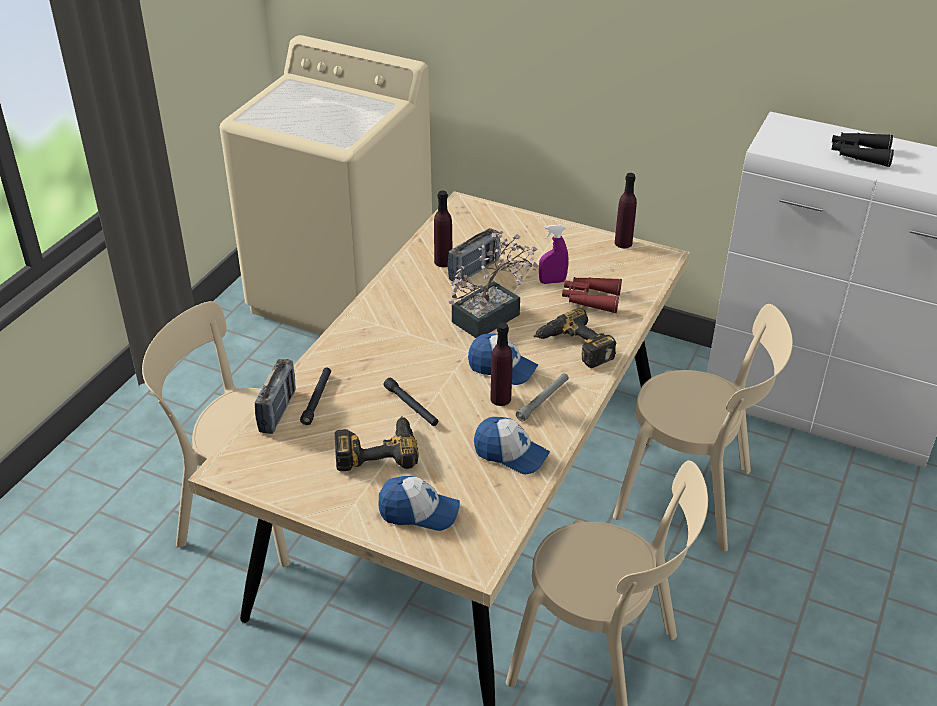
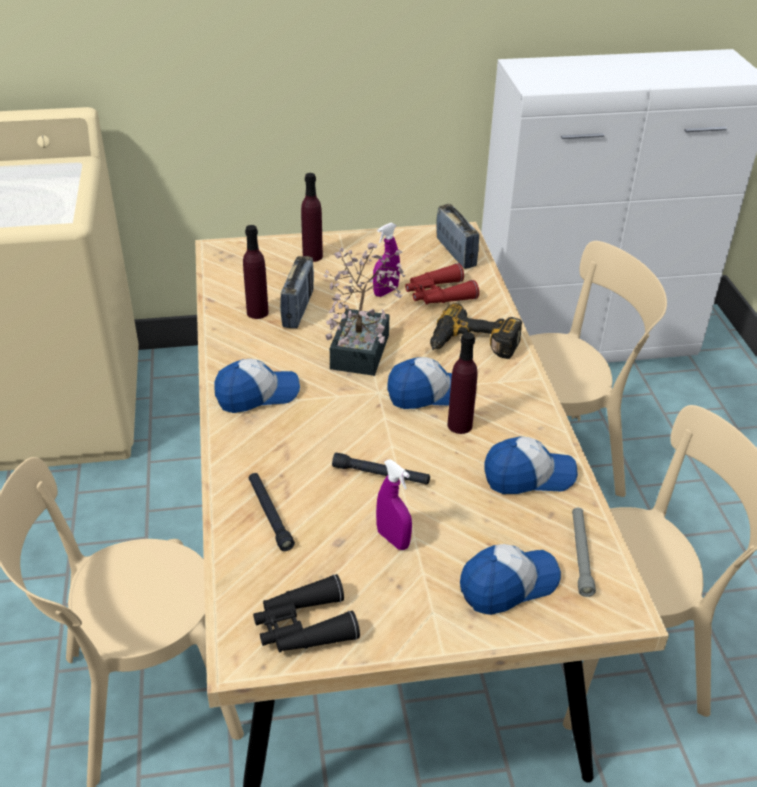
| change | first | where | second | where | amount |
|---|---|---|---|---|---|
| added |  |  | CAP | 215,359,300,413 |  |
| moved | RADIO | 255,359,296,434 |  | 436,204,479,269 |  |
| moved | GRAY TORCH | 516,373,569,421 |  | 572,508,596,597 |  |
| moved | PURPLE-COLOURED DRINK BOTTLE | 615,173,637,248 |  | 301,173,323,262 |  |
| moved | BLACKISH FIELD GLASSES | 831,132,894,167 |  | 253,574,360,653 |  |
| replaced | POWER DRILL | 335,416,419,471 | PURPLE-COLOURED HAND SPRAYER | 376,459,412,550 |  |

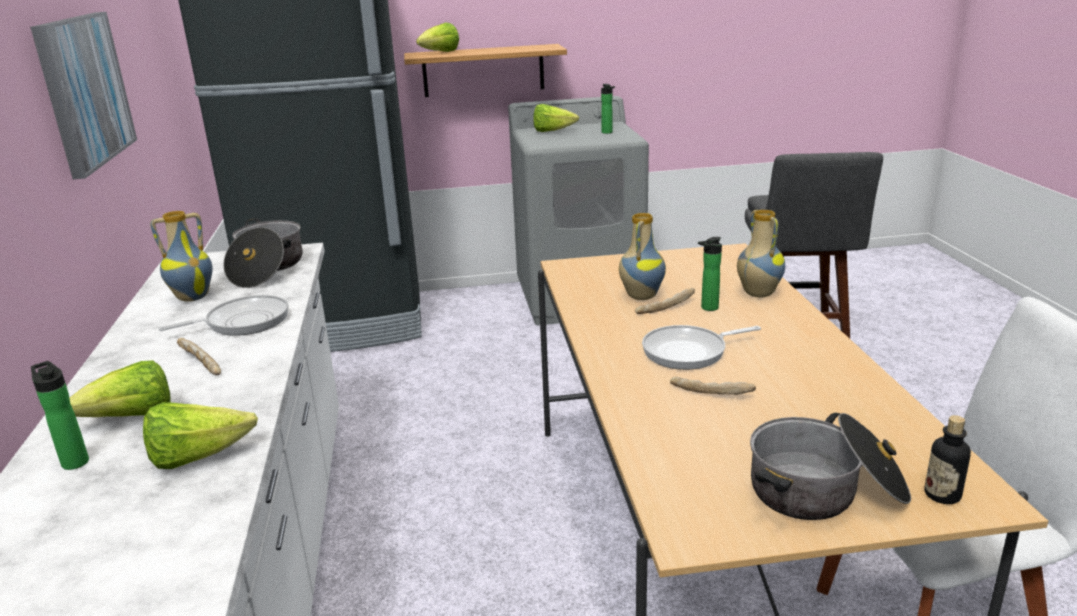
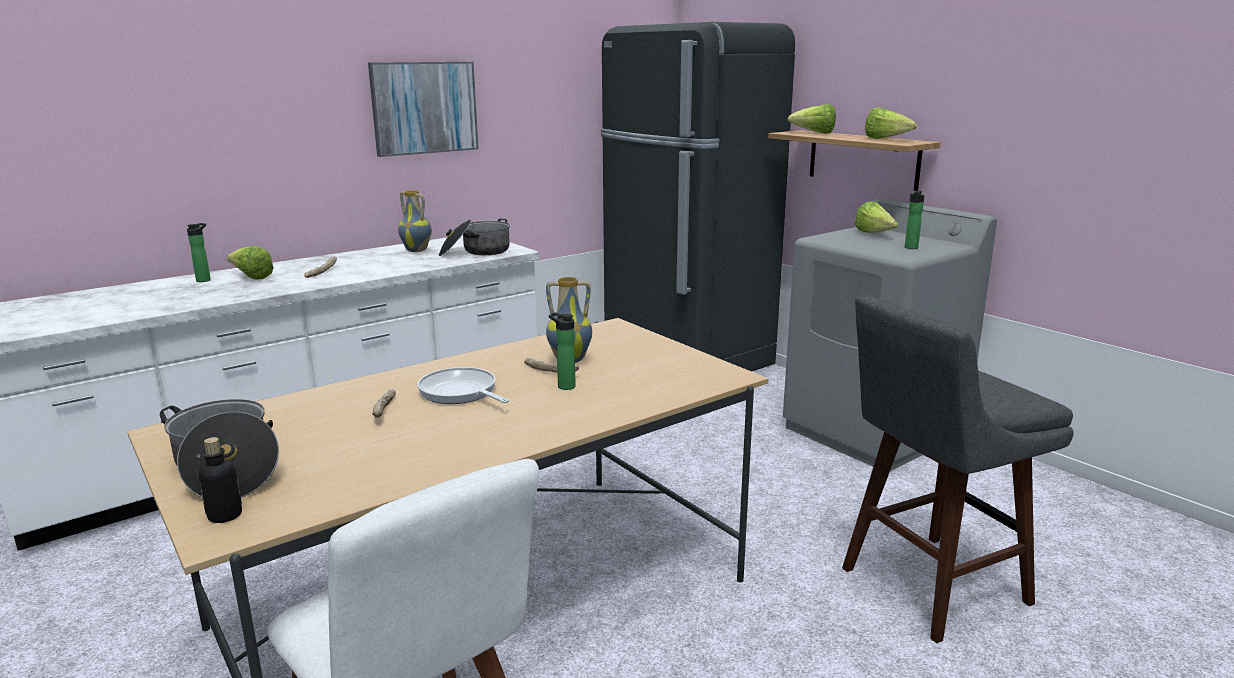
| change | first | where | second | where | amount |
|---|---|---|---|---|---|
| removed | FRYING PAN | 159,295,289,336 |  |  |  |
| removed | DECORATIVE VASE | 737,210,785,297 |  |  |  |
| moved | LETTUCE HEAD | 143,402,258,469 |  | 865,107,917,139 |  |

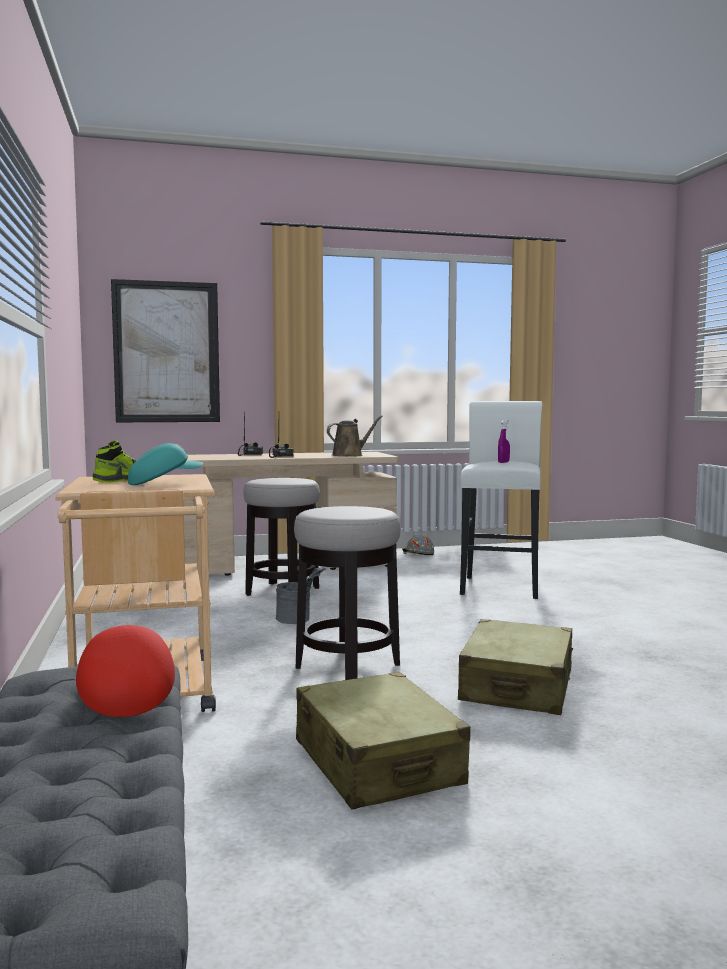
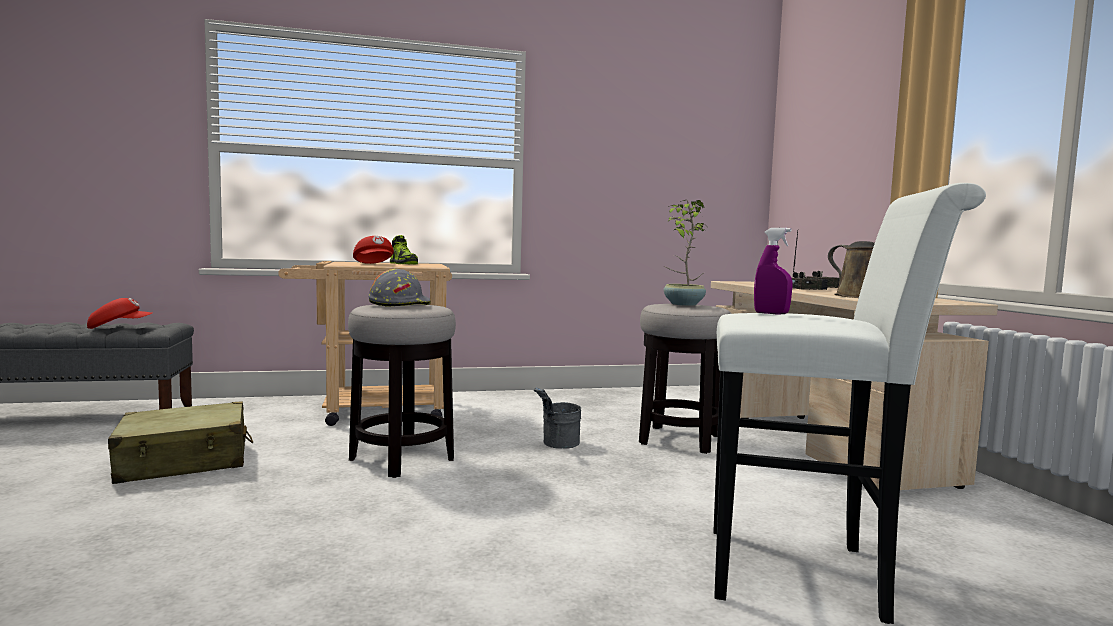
| change | first | where | second | where | amount |
|---|---|---|---|---|---|
| removed | WALL PICTURE | 111,279,220,422 |  |  |  |
| removed | BEIGE-COLOURED TRAVEL CASE | 458,619,573,715 |  |  |  |
| added |  |  | HOUSEPLANT | 664,200,706,306 |  |
| moved | GRAY WORK HELMET | 402,534,434,555 |  | 368,269,431,307 |  |
| recoloured | BLUE-GREEN CAP | 128,443,203,485 | REDDISH CAP | 353,236,394,264 |  |

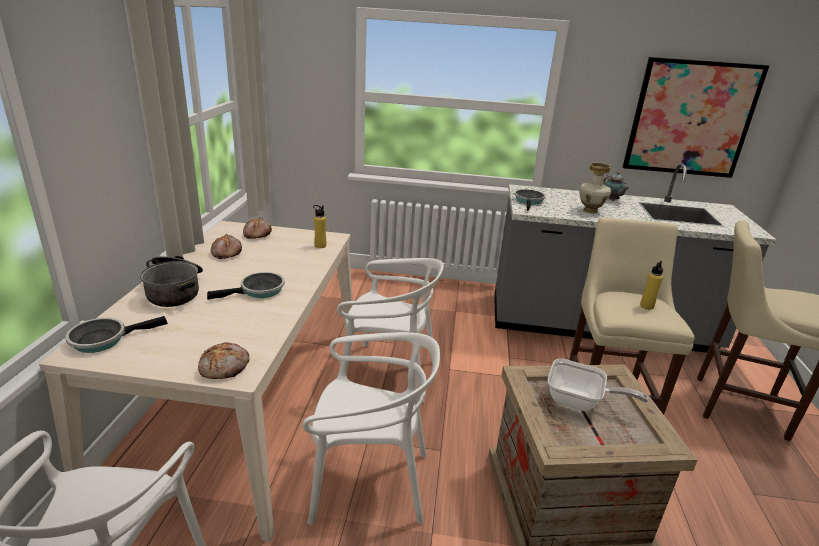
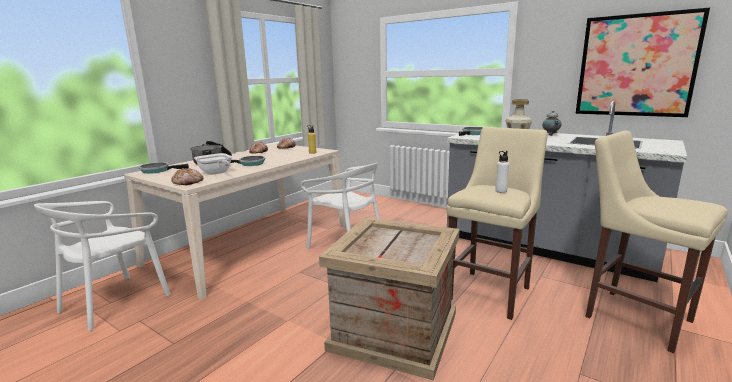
| change | first | where | second | where | amount |
|---|---|---|---|---|---|
| removed | WHITISH PLAIN CHAIR | 303,332,440,525 |  |  |  |
| moved | FRYING PAN | 548,359,649,411 |  | 194,153,232,175 |  |
| recoloured | YELLOW-COLOURED DRINK BOTTLE | 640,261,663,309 | WHITISH DRINK BOTTLE | 495,151,509,193 |  |

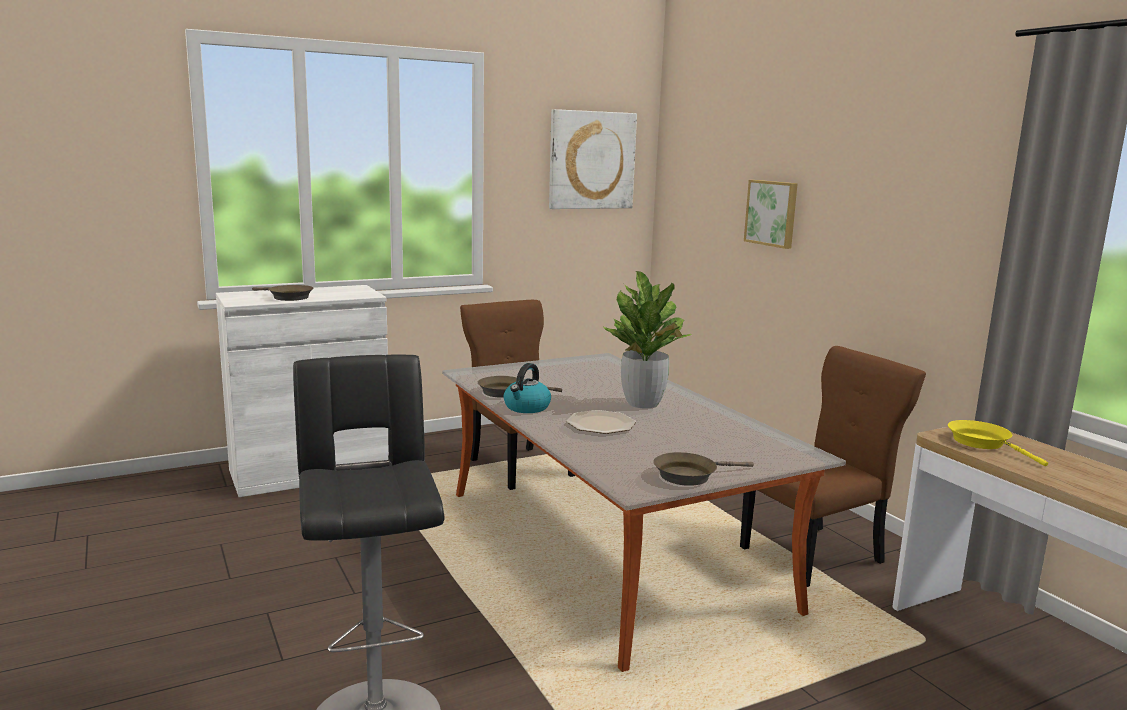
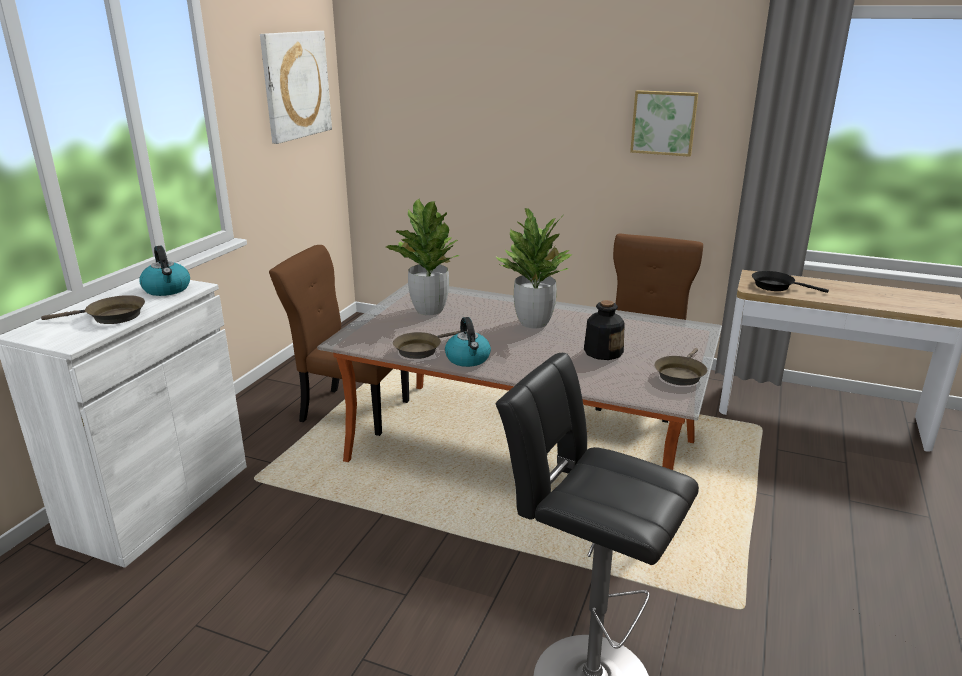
| change | first | where | second | where | amount |
|---|---|---|---|---|---|
| removed | PLATE | 566,410,636,434 |  |  |  |
| added |  |  | KETTLE | 139,246,190,296 |  |
| added |  |  | HOUSEPLANT | 386,199,459,315 |  |
| added |  |  | DRINK BOTTLE | 584,300,625,360 |  |
| moved | WALL PICTURE | 744,180,798,249 |  | 630,90,698,157 |  |
| recoloured | YELLOW-COLOURED FRYING PAN | 948,420,1048,466 | BLACKISH FRYING PAN | 752,271,829,293 |  |

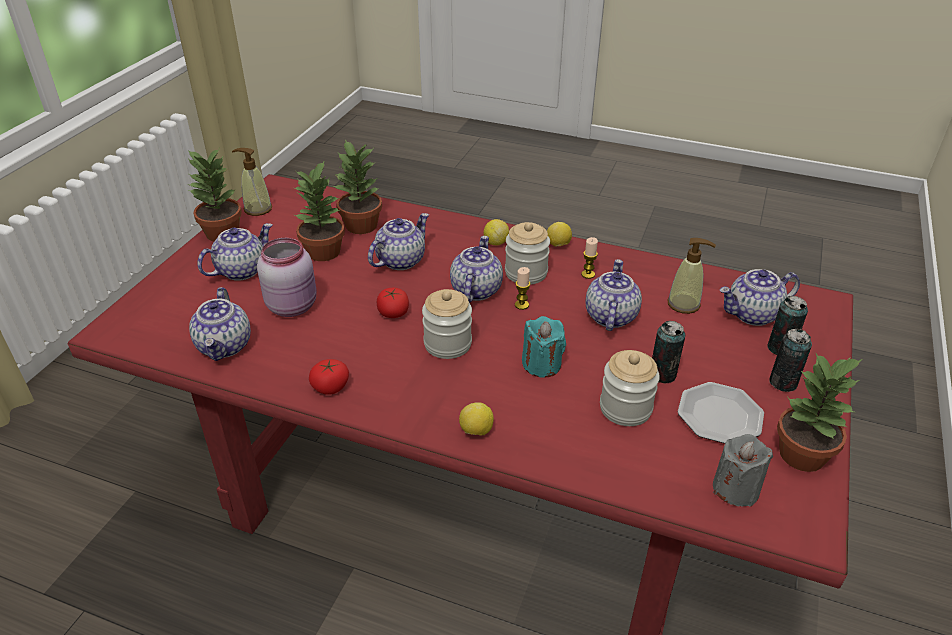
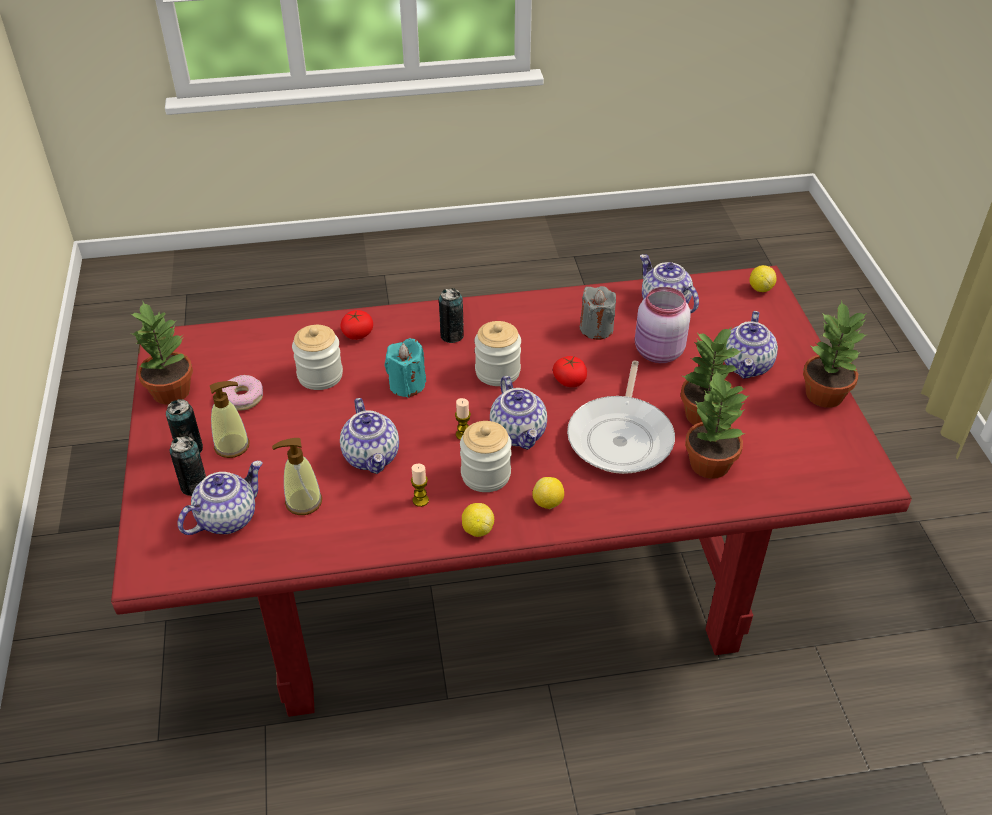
| change | first | where | second | where | amount |
|---|---|---|---|---|---|
| moved | SOAP BOTTLE | 232,148,272,216 |  | 210,381,249,458 |  |
| moved | WHOLE TOMATO | 309,359,349,395 |  | 340,310,373,340 |  |
| moved | LEMON | 459,402,494,435 |  | 749,265,776,292 |  |
| moved | METAL CAN | 652,321,685,383 |  | 439,288,464,343 |  |
| moved | GRAY CANDLE | 713,434,773,507 |  | 580,286,616,340 |  |
| replaced | POT FOR TEA | 368,213,429,270 | FRYING PAN | 567,360,675,474 |  |
| replaced | PLATE | 678,382,764,444 | DOUGHNUT | 222,375,263,411 |  |

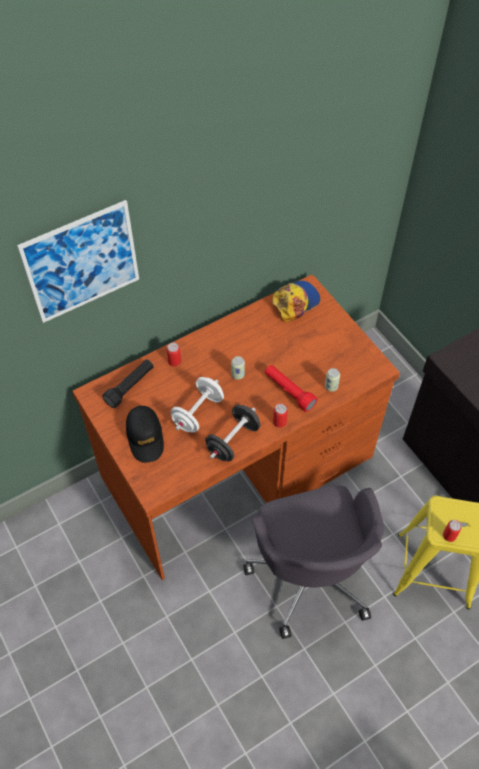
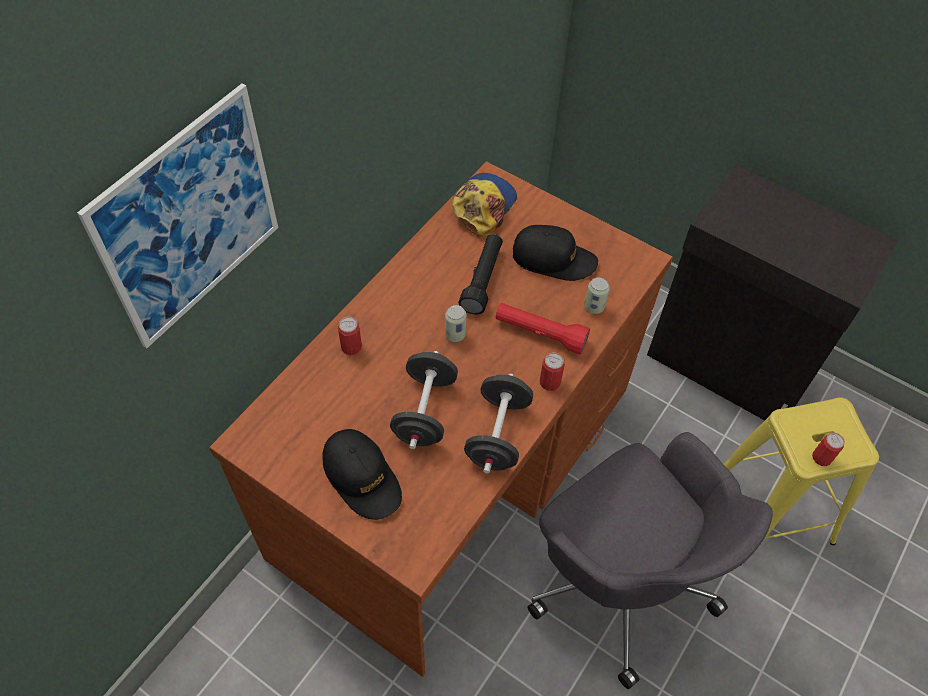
| change | first | where | second | where | amount |
|---|---|---|---|---|---|
| added |  |  | BLACKISH CAP | 513,225,598,281 |  |
| moved | BLACKISH TORCH | 102,359,154,408 |  | 458,234,503,314 |  |
| recoloured | WHITISH FREE WEIGHT | 170,377,224,433 | BLACKISH FREE WEIGHT | 390,351,458,449 |  |

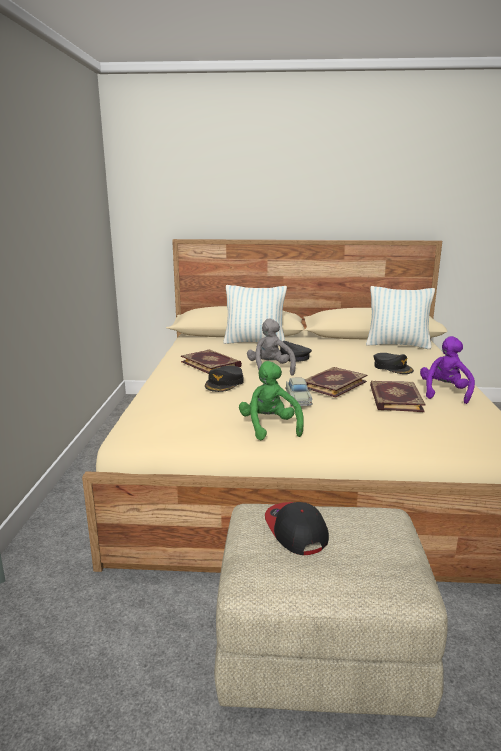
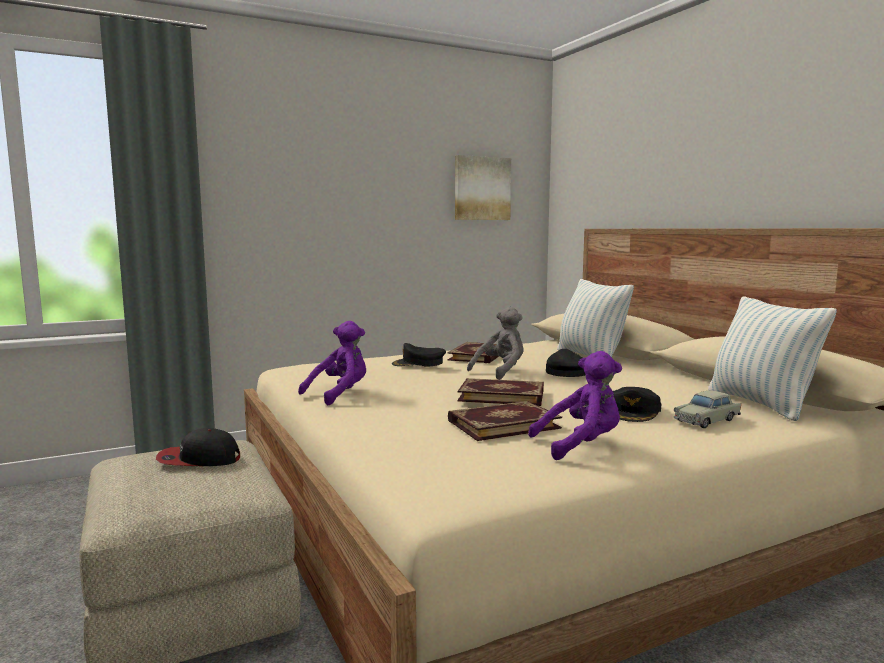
| change | first | where | second | where | amount |
|---|---|---|---|---|---|
| added |  |  | WALL PICTURE | 455,155,511,220 |  |
| moved | BEIGE-COLOURED MINIATURE CAR | 286,378,313,406 |  | 674,391,741,428 |  |
| recoloured | GREEN CUDDLY TOY | 239,361,304,440 | PURPLE-COLOURED CUDDLY TOY | 298,321,366,405 |  |
| turned | CAP | 265,502,329,555 |  | 156,428,240,466 | 135 degrees counterclockwise |

